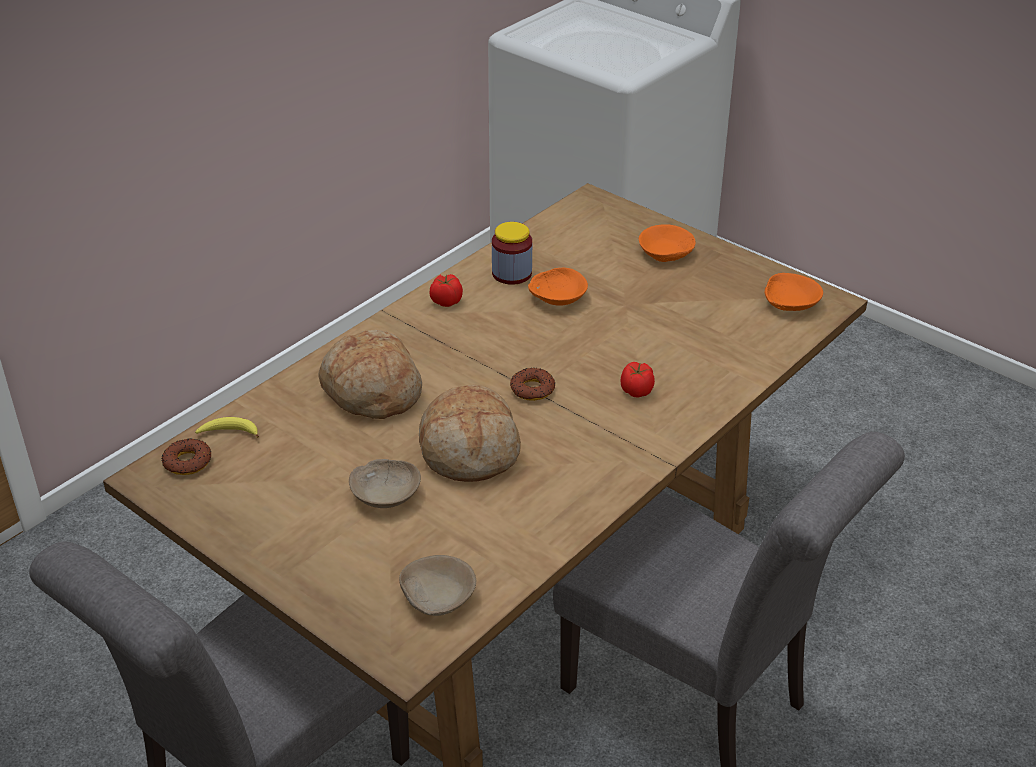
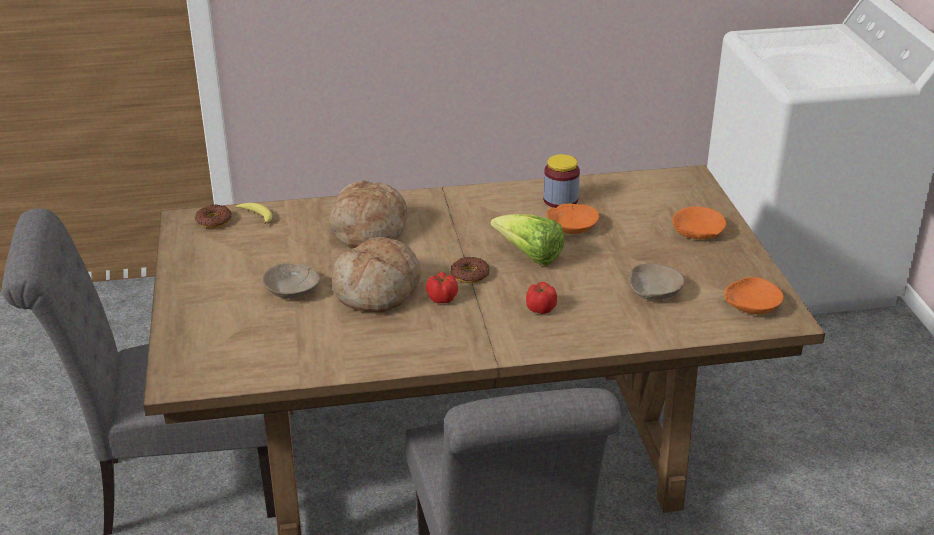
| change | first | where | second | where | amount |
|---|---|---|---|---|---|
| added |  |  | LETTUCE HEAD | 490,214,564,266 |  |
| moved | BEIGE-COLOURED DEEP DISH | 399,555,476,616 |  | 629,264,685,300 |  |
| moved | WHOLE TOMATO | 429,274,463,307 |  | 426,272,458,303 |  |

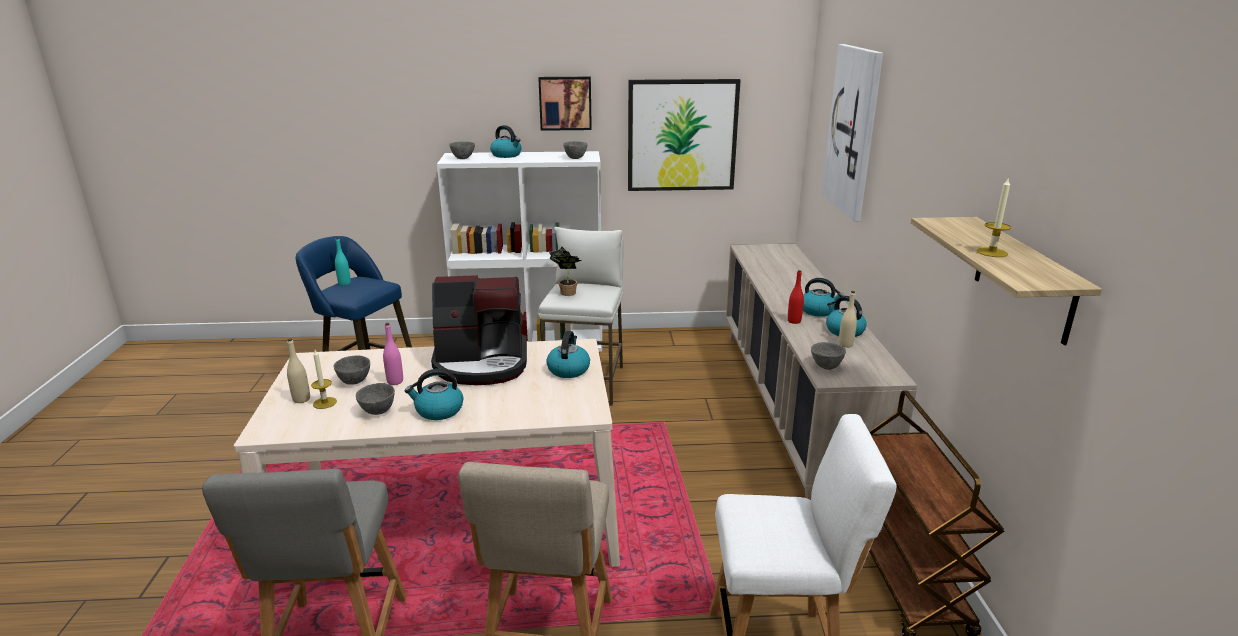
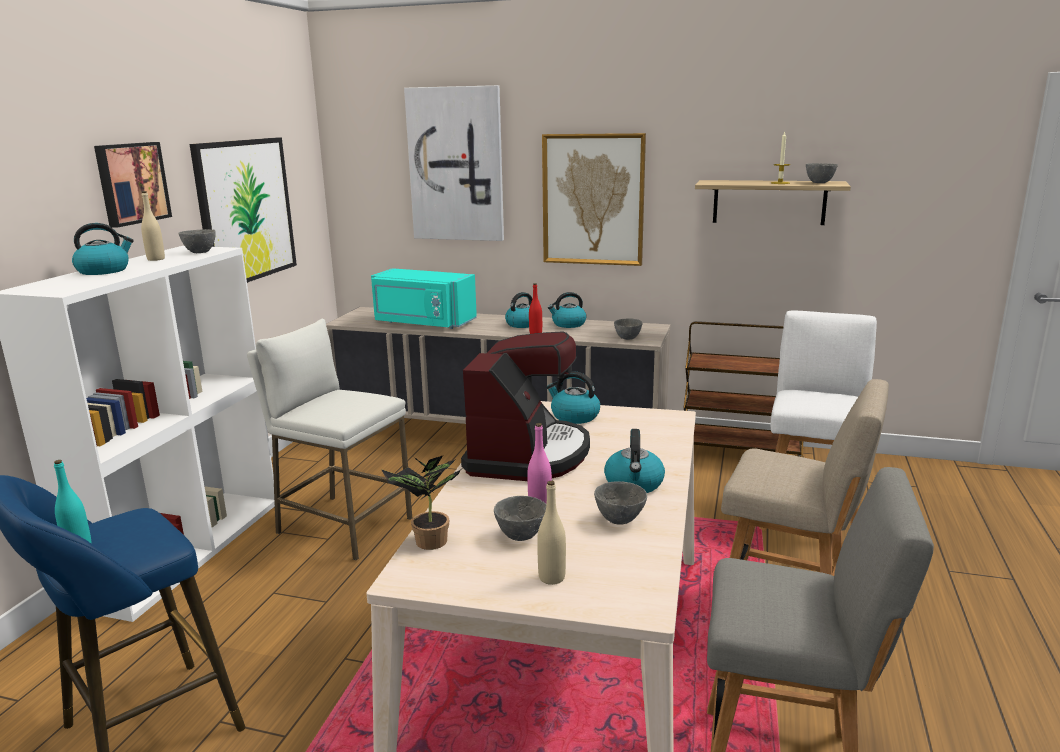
| change | first | where | second | where | amount |
|---|---|---|---|---|---|
| removed | CANDLE | 311,350,337,409 |  |  |  |
| added |  |  | BLUE-GREEN MICROWAVE OVEN | 371,268,477,329 |  |
| added |  |  | WALL PICTURE | 542,133,646,266 |  |
| moved | GRAY DEEP DISH | 449,141,475,159 |  | 806,163,838,183 |  |
| moved | HOUSEPLANT | 549,247,582,296 |  | 381,456,464,550 |  |
| moved | BEIGE-COLOURED DRINK BOTTLE | 839,291,857,348 |  | 141,191,165,261 |  |

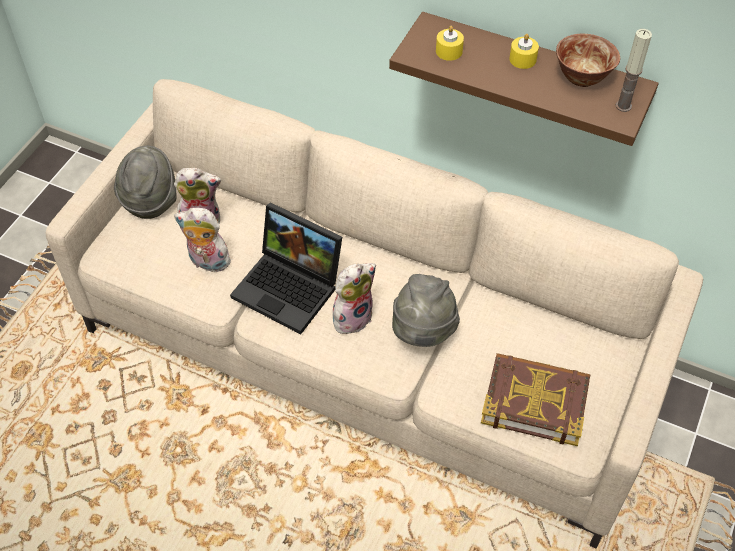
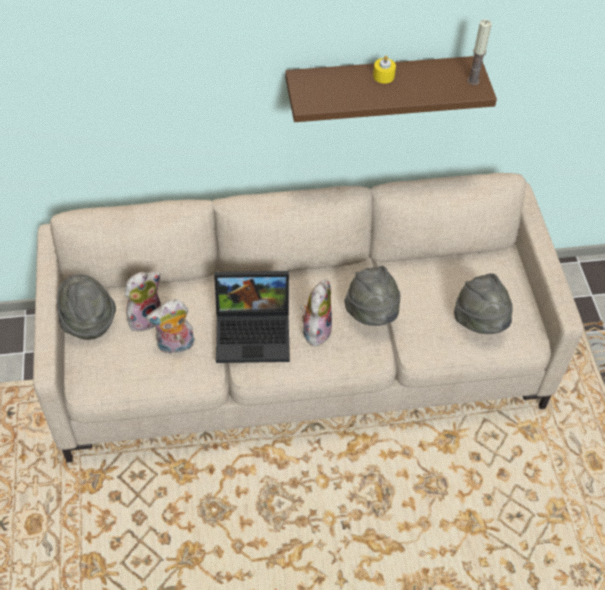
| change | first | where | second | where | amount |
|---|---|---|---|---|---|
| removed | YELLOW-COLOURED CANDLE | 436,26,464,61 |  |  |  |
| removed | DEEP DISH | 556,34,620,87 |  |  |  |
| replaced | BOOK | 481,353,590,446 | GRAY CLOTHING HAT | 454,273,513,334 |  |

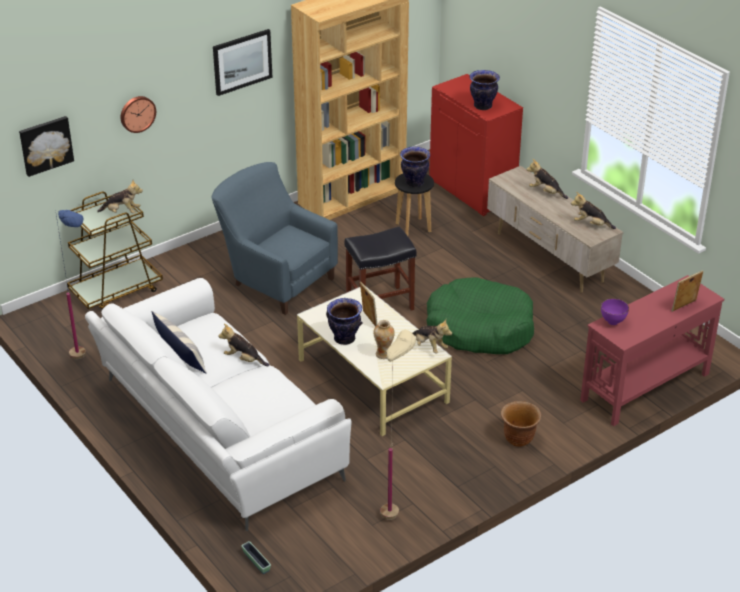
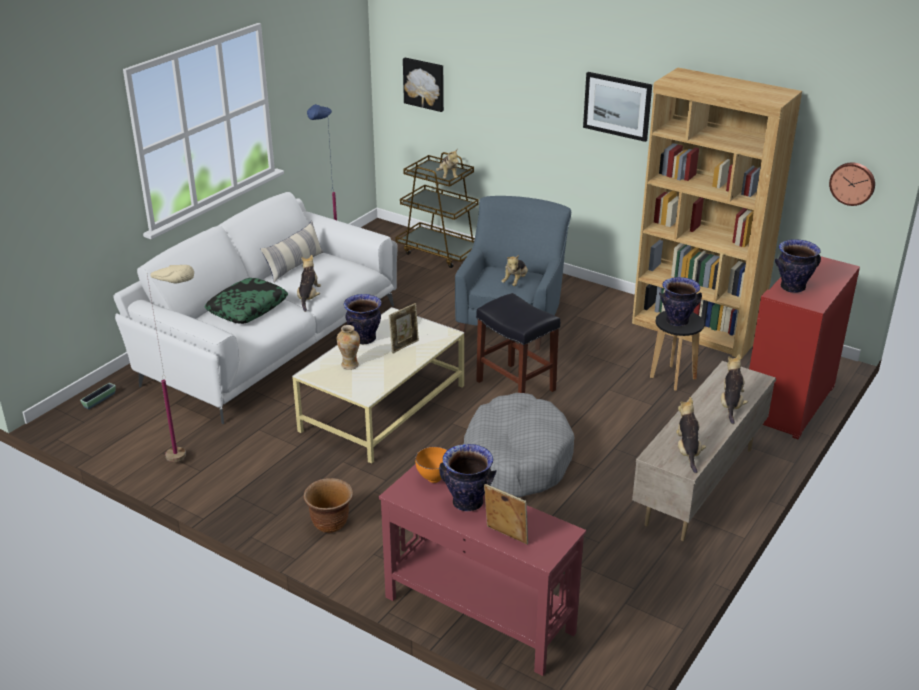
| change | first | where | second | where | amount |
|---|---|---|---|---|---|
| added |  |  | PILLOW | 204,278,288,324 |  |
| added |  |  | DECORATIVE VASE | 439,444,497,511 |  |
| moved | CLOCK ON THE WALL | 121,96,156,133 |  | 829,162,875,206 |  |
| moved | CUDDLY TOY | 413,320,452,354 |  | 501,255,528,286 |  |
| recoloured | GREEN PET BED | 427,277,534,354 | GRAY PET BED | 464,393,575,497 |  |
| recoloured | PURPLE-COLOURED DEEP DISH | 601,299,629,325 | ORANGEY DEEP DISH | 415,447,447,483 |  |

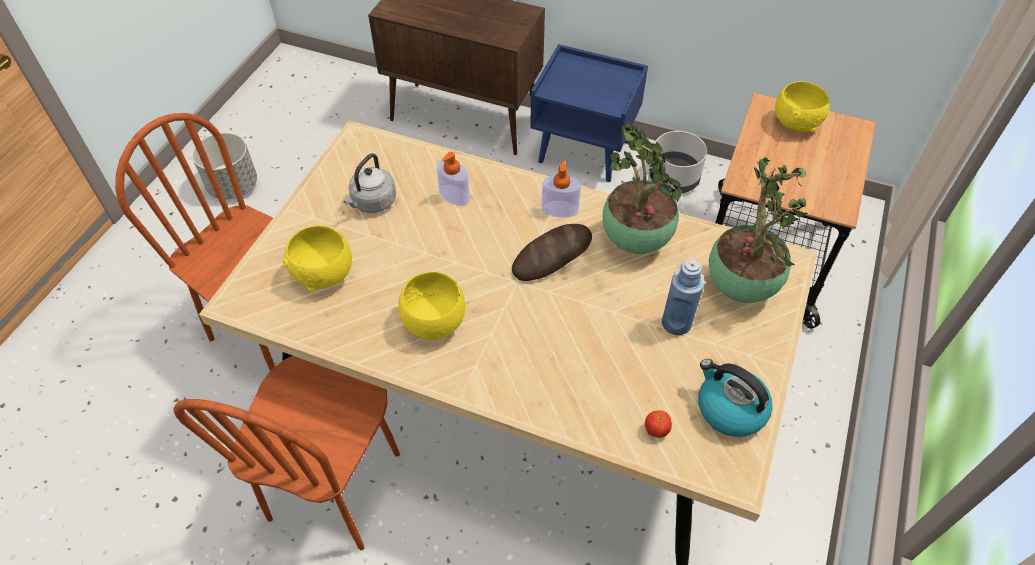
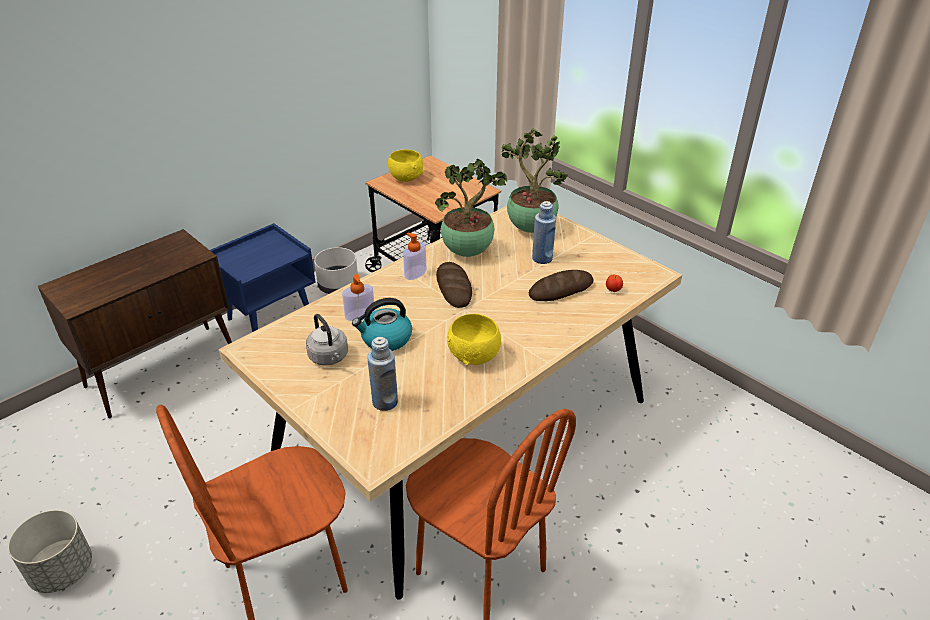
| change | first | where | second | where | amount |
|---|---|---|---|---|---|
| added |  |  | BAKED BREAD | 529,270,594,301 |  |
| moved | KETTLE | 699,359,773,437 |  | 352,298,412,351 |  |
| replaced | YELLOW-COLOURED DEEP DISH | 283,226,352,291 | BLUISH DRINK BOTTLE | 367,337,398,411 |  |

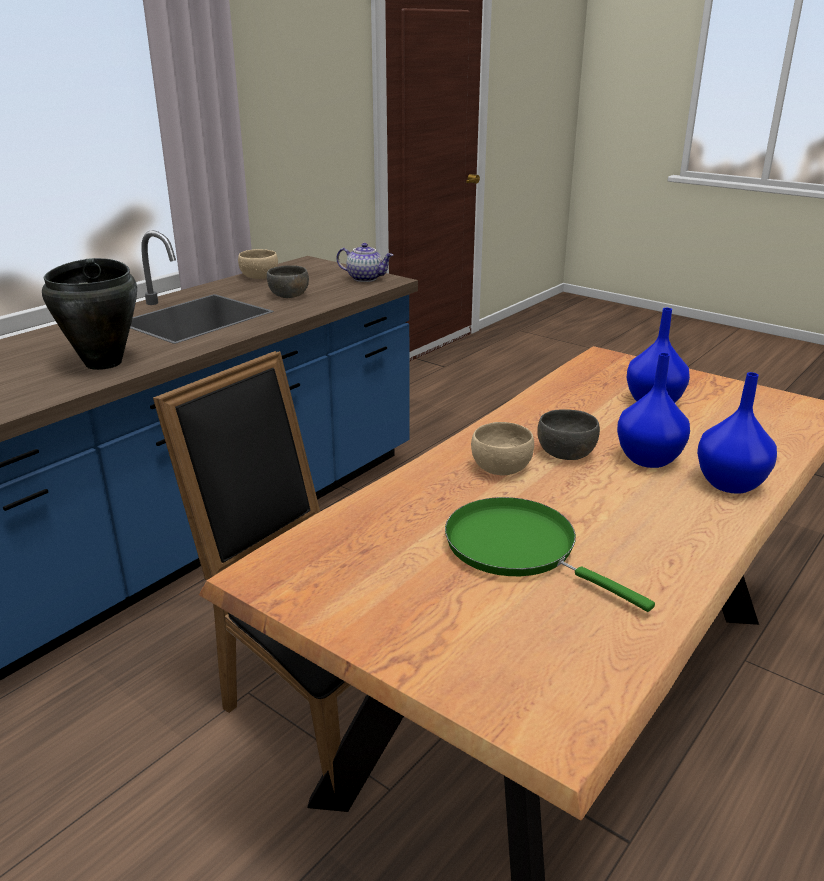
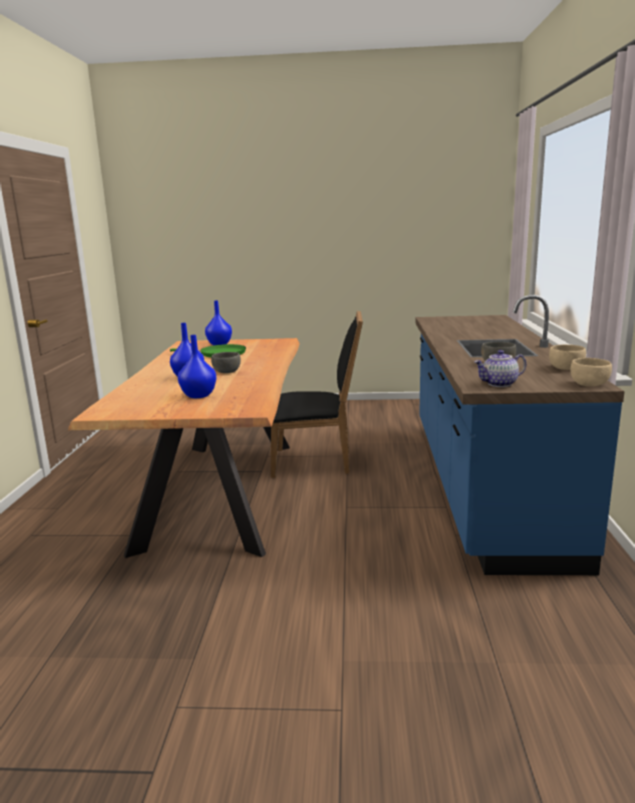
| change | first | where | second | where | amount |
|---|---|---|---|---|---|
| removed | BLACKISH COOKING POT | 42,258,137,370 |  |  |  |
| moved | BEIGE-COLOURED DEEP DISH | 471,422,534,476 |  | 571,358,612,386 |  |
| moved | BLUISH DECORATIVE VASE | 697,372,777,494 |  | 205,301,232,345 |  |

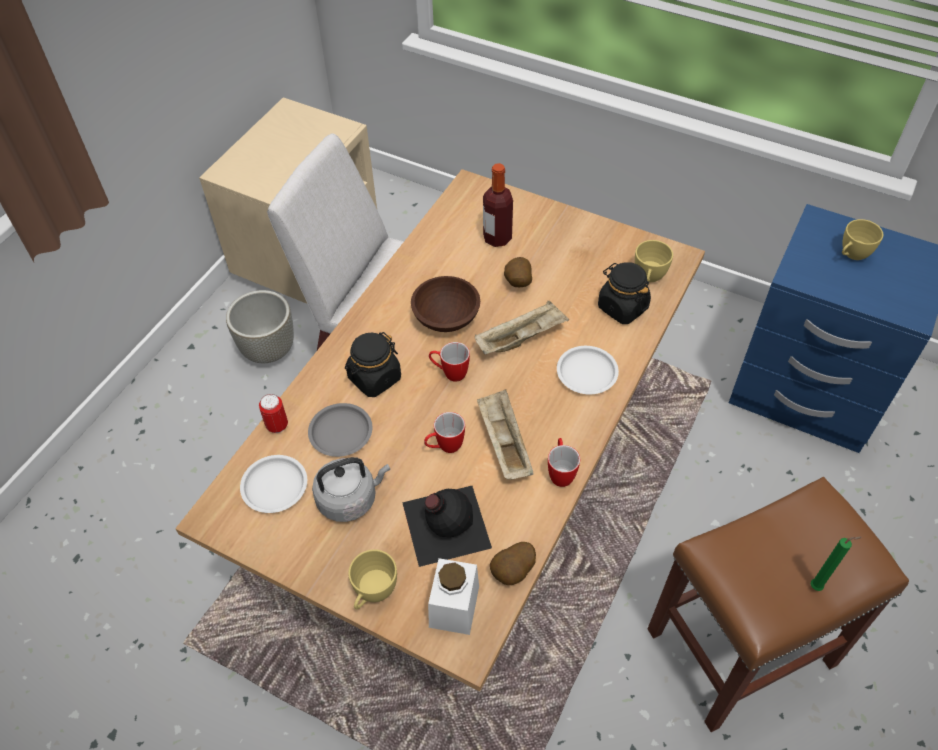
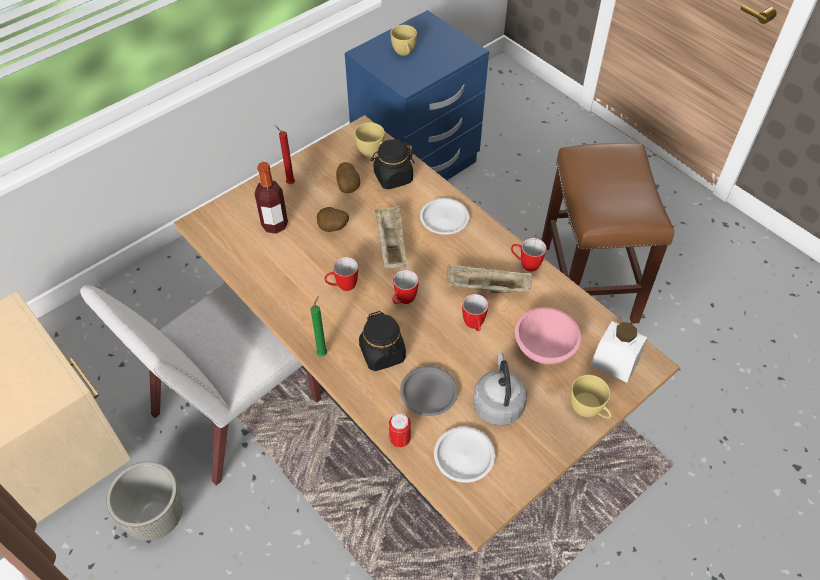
| change | first | where | second | where | amount |
|---|---|---|---|---|---|
| added |  |  | REDDISH CANDLE | 275,125,295,184 |  |
| moved | WHOLE POTATO | 490,542,536,585 |  | 336,162,360,193 |  |
| moved | GREEN CANDLE | 811,537,862,591 |  | 311,296,327,356 |  |
| replaced | BLACKISH DRINK BOTTLE | 402,486,492,567 | PINK DEEP DISH | 515,307,581,364 |  |
| replaced | BROWNISH DEEP DISH | 411,276,480,332 | COFFEE MUG | 324,257,358,291 |  |

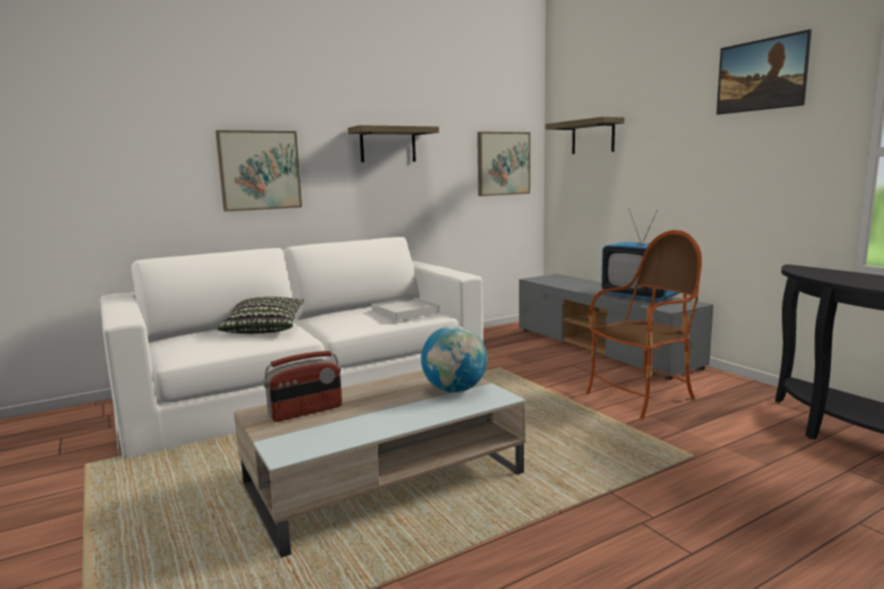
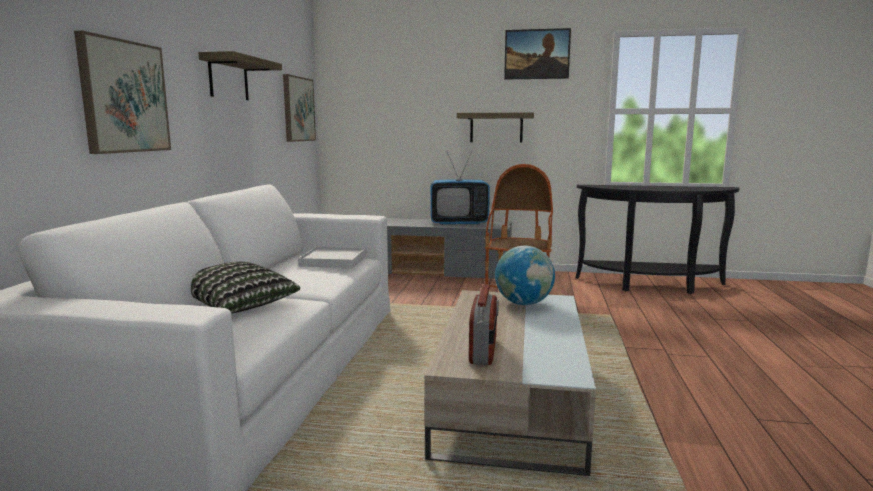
| change | first | where | second | where | amount |
|---|---|---|---|---|---|
| moved | WALL SHELF | 545,117,624,154 |  | 457,112,534,142 |  |

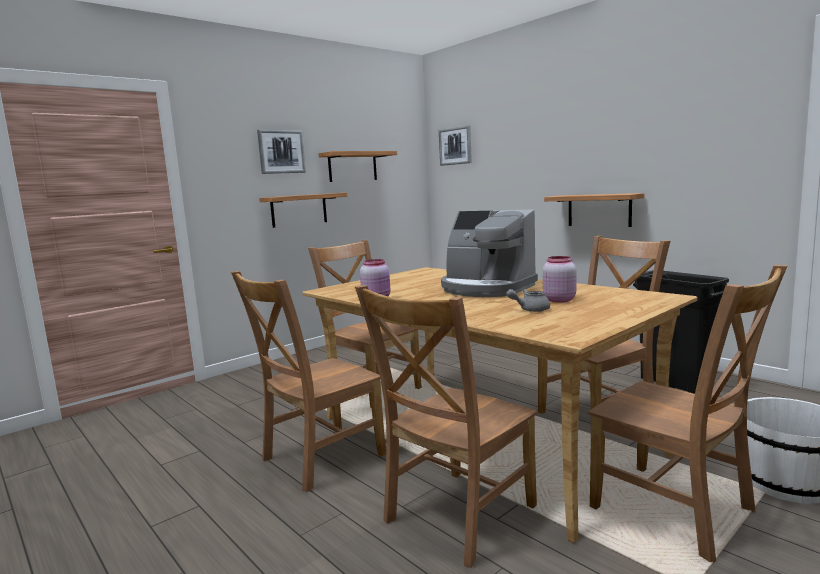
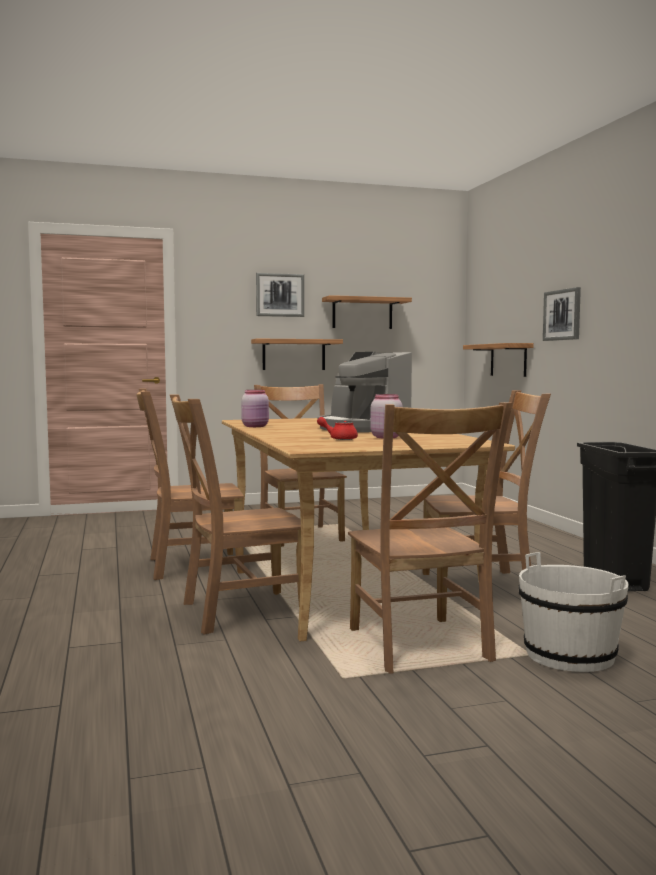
| change | first | where | second | where | amount |
|---|---|---|---|---|---|
| moved | WALL PICTURE | 439,125,472,166 |  | 543,287,581,341 |  |
| moved | WALL SHELF | 544,193,645,227 |  | 463,343,534,377 |  |
| recoloured | GRAY POT FOR TEA | 506,289,550,312 | REDDISH POT FOR TEA | 317,417,358,440 |  |

